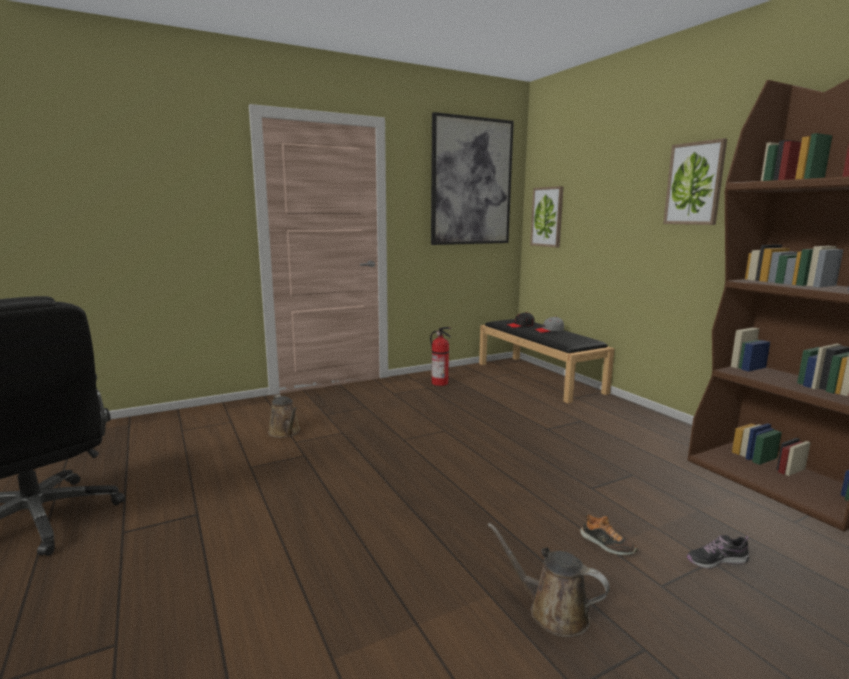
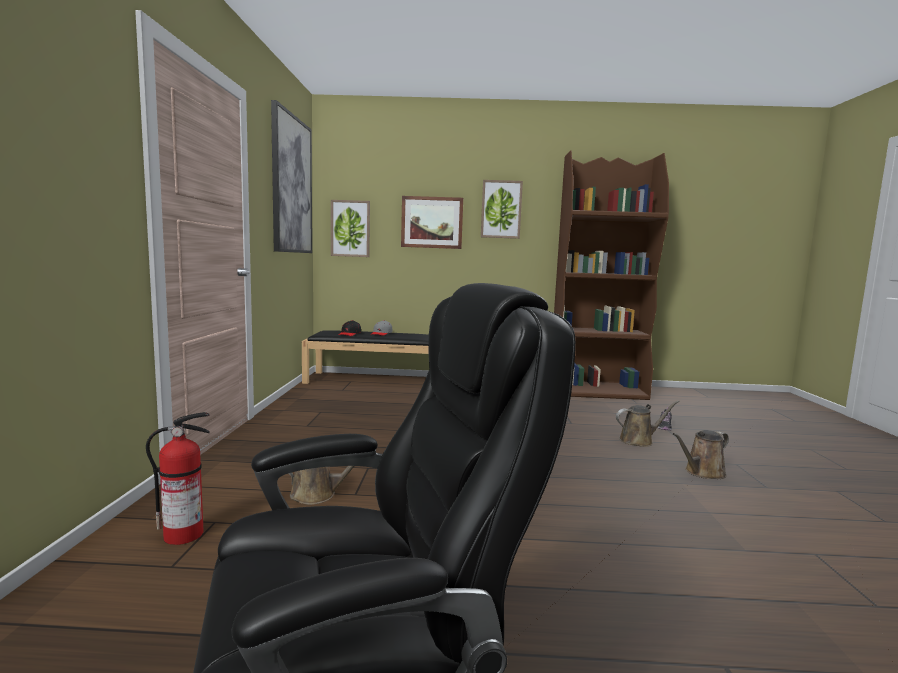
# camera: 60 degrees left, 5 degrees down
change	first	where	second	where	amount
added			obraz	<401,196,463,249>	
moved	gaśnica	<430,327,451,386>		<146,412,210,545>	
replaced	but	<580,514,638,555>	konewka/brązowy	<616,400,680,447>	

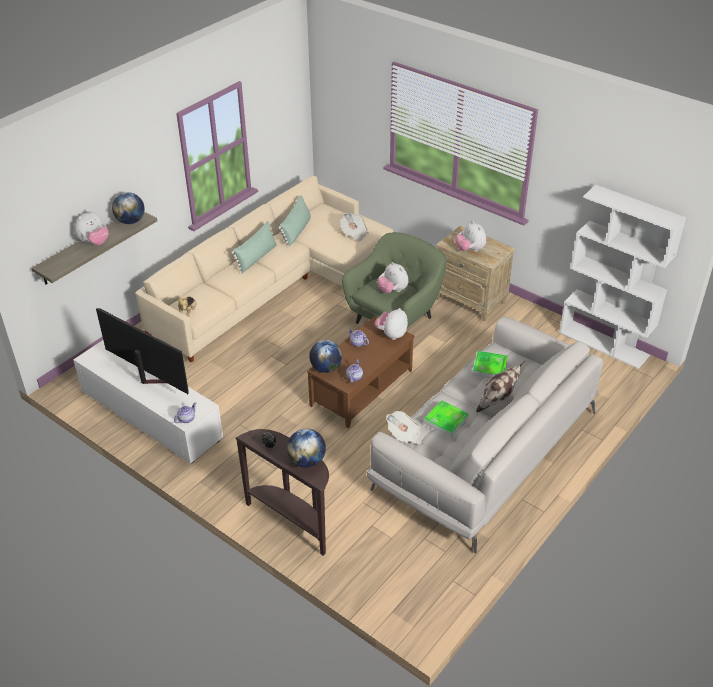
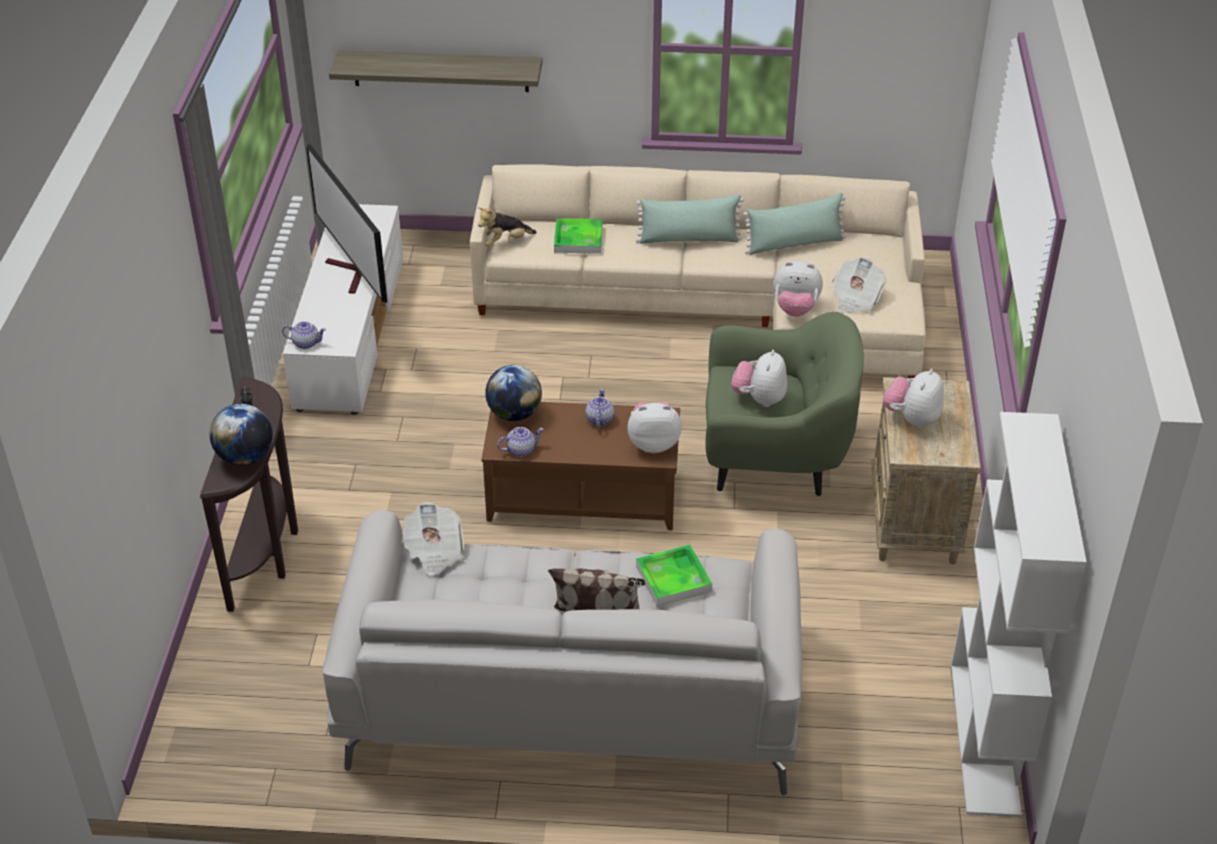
# camera: 55 degrees right, 0 degrees up
change	first	where	second	where	amount
removed	globus	<112,192,144,224>			
moved	pluszak	<74,211,109,245>		<773,261,823,317>	
moved	taca	<424,400,469,437>		<554,218,603,254>	
turned	telewizor	<96,308,189,394>		<307,143,387,303>	150 degrees clockwise

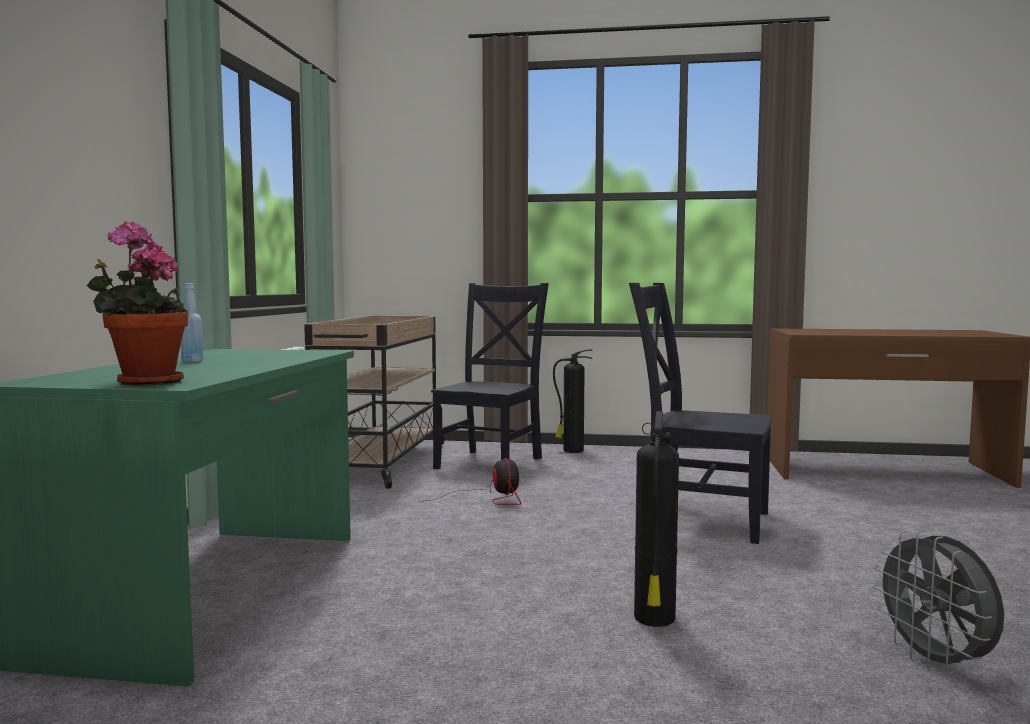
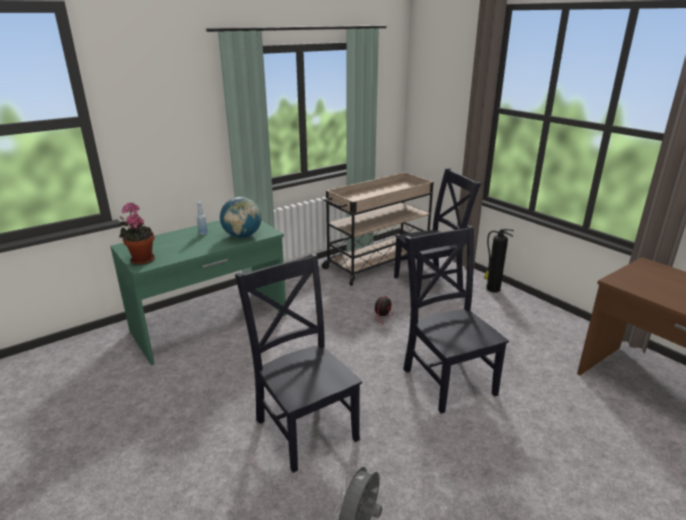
# camera: 45 degrees right, 20 degrees up
change	first	where	second	where	amount
added			globus	<220,197,262,238>	
replaced	gaśnica	<634,411,679,627>	krzesło/czarny	<235,253,362,473>	

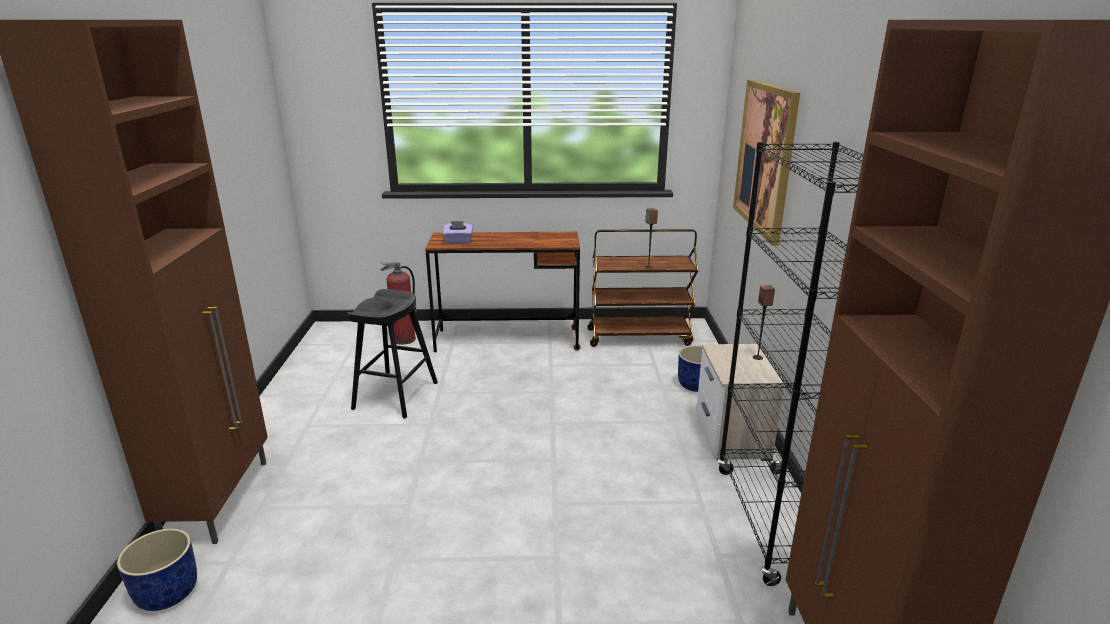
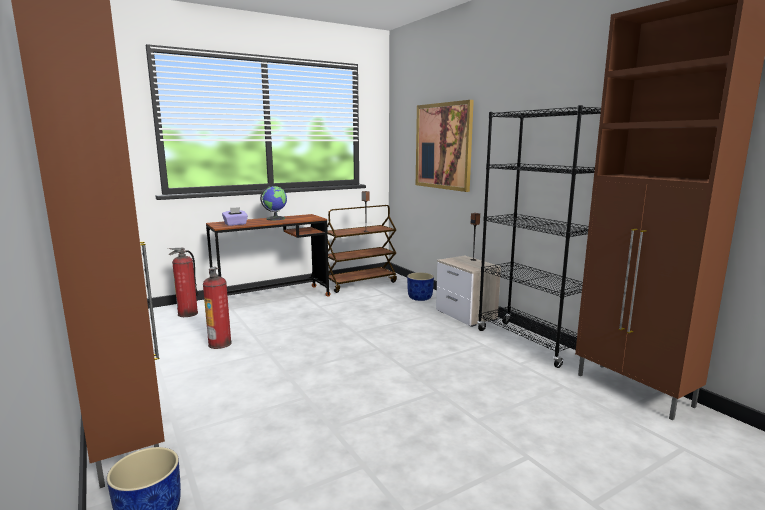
# camera: 30 degrees left, 10 degrees down
change	first	where	second	where	amount
added			globus	<260,186,287,220>	
replaced	stołek/czarny	<347,289,438,419>	gaśnica	<203,267,232,349>	

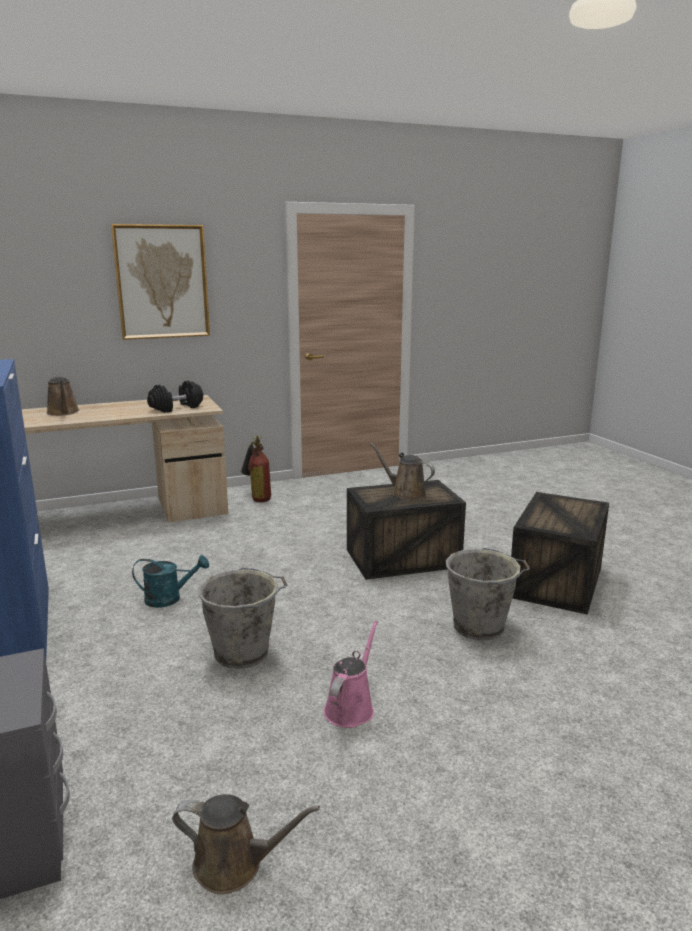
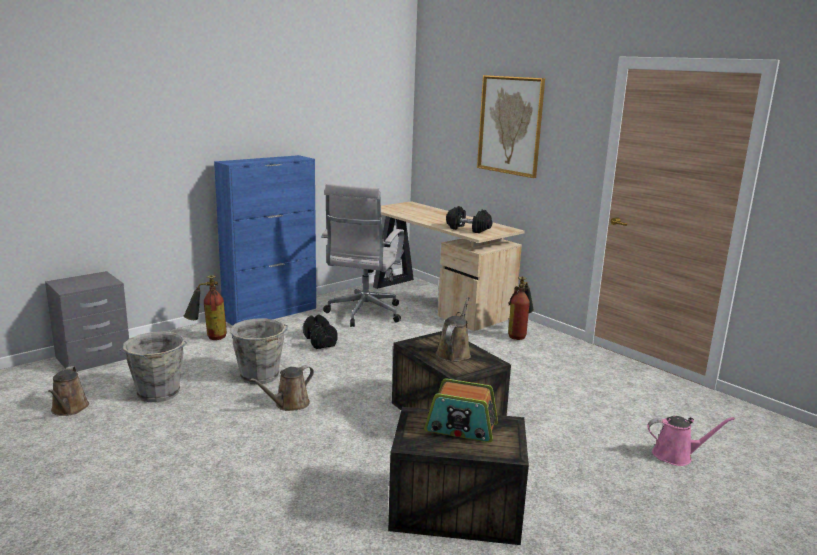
# camera: 70 degrees right, 0 degrees up
change	first	where	second	where	amount
added			gaśnica	<184,275,227,340>	
added			krzesło biurowe/biały	<321,183,404,327>	
added			radio	<424,378,498,442>	
moved	konewka/brązowy	<47,377,79,416>		<250,365,314,411>	
moved	konewka/różowy	<324,621,378,728>		<647,416,735,466>	
moved	wiadro/szary	<446,548,530,640>		<119,332,187,402>	
replaced	konewka/turkusowy	<132,555,209,608>	hantel/czarny	<303,314,338,349>	

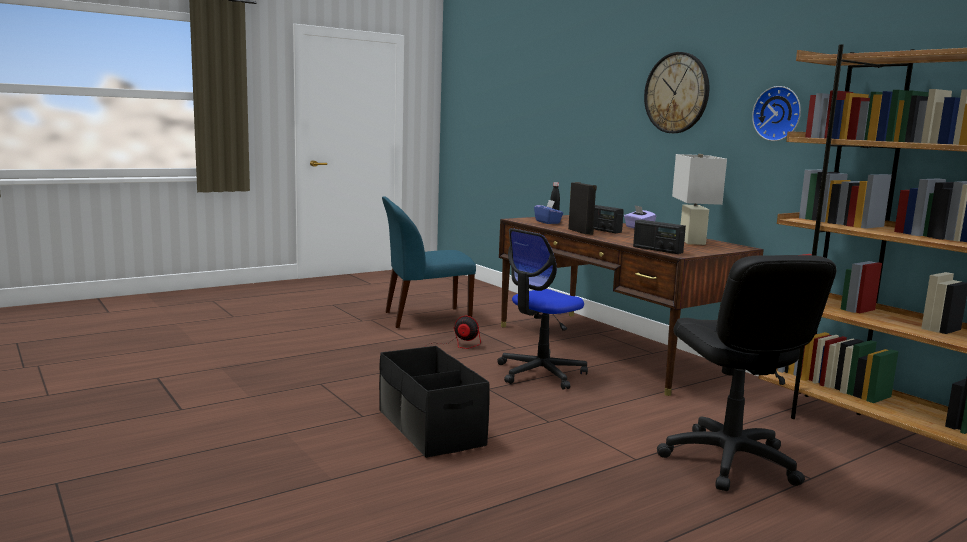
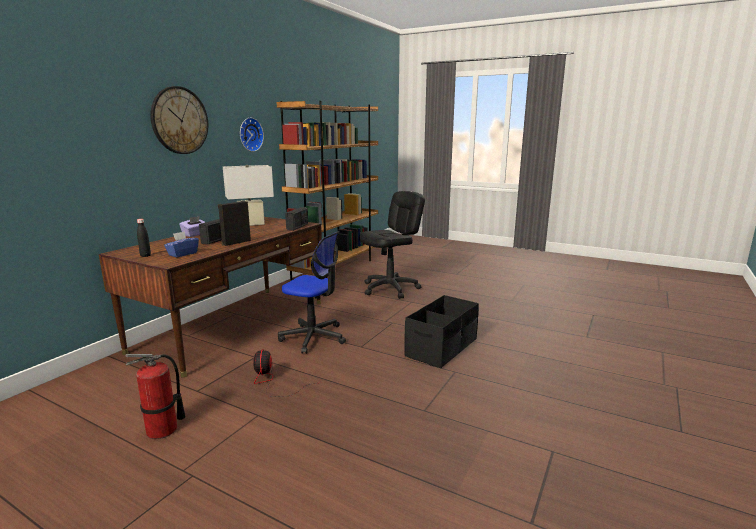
# camera: 115 degrees left, 5 degrees up
change	first	where	second	where	amount
replaced	krzesło/niebieski	<382,196,476,328>	gaśnica	<126,354,186,439>	

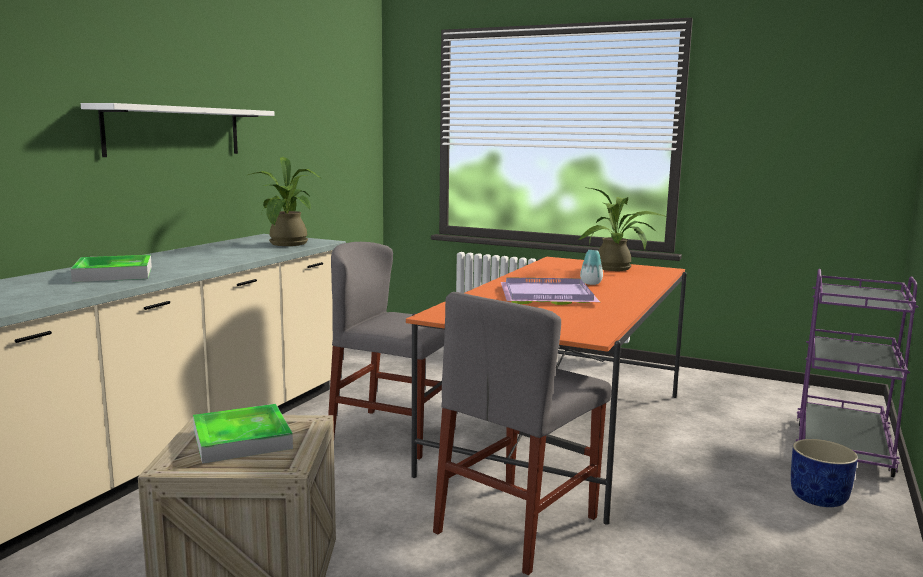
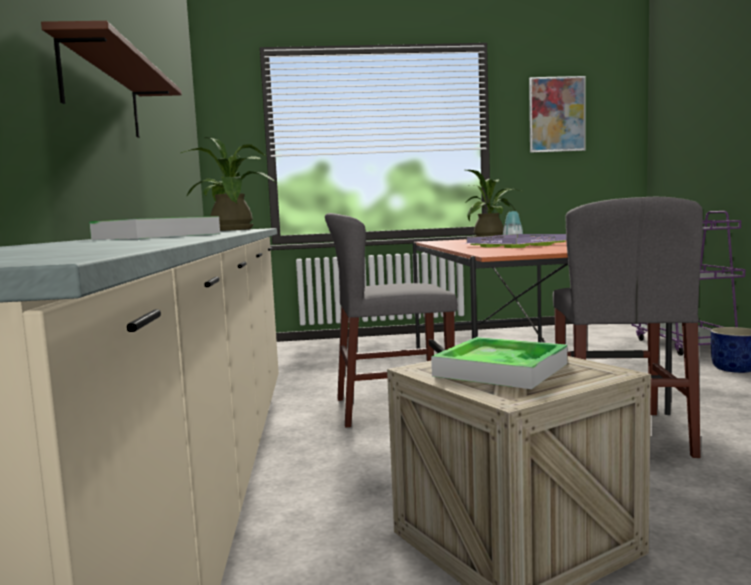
# camera: 30 degrees left, 5 degrees down
change	first	where	second	where	amount
added			obraz	<529,76,586,153>	
recoloured	półka/biały	<81,103,275,157>	półka/brązowy	<41,21,182,138>	

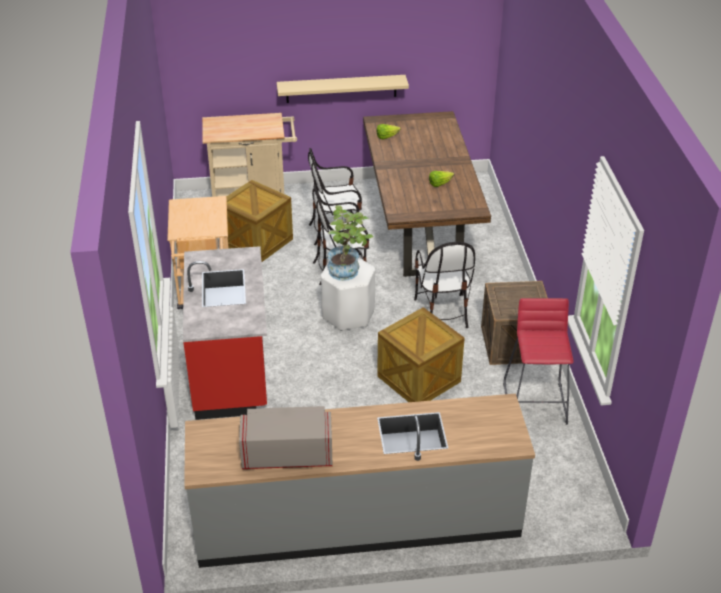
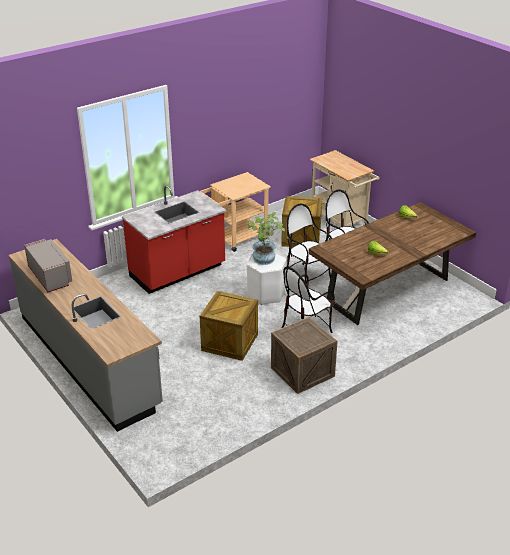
# camera: 60 degrees right, 5 degrees down
change	first	where	second	where	amount
removed	półka/beżowy	<277,75,409,103>			
removed	stołek/czerwony	<503,298,574,425>			

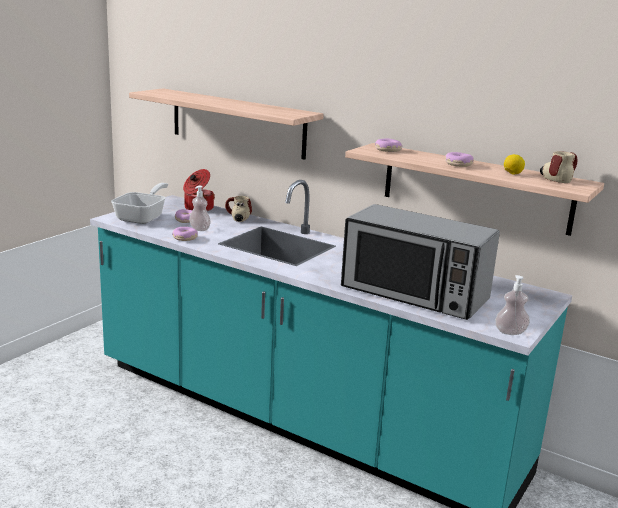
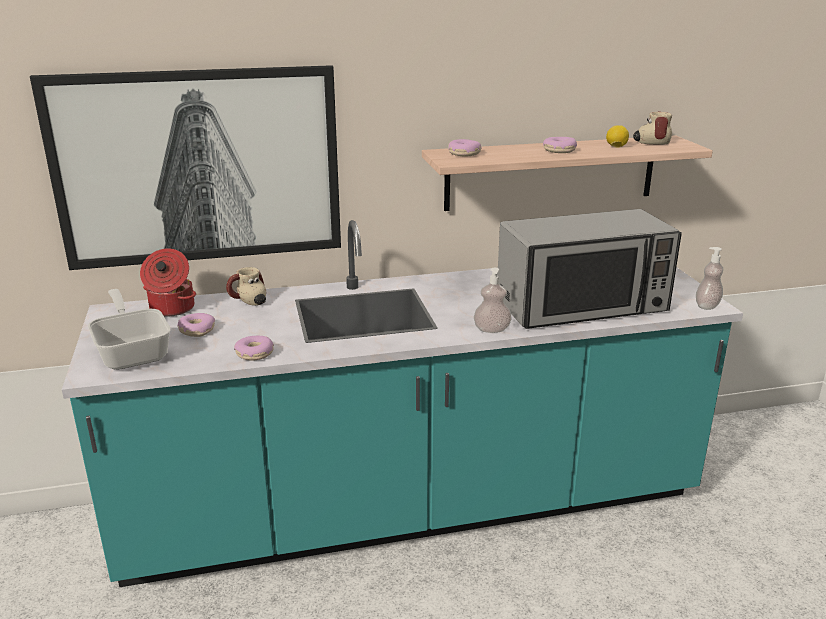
# camera: 45 degrees left, 5 degrees up
change	first	where	second	where	amount
moved	dozownik mydła	<189,186,211,231>		<474,268,512,333>	
replaced	półka	<129,88,324,160>	obraz	<30,65,341,270>	

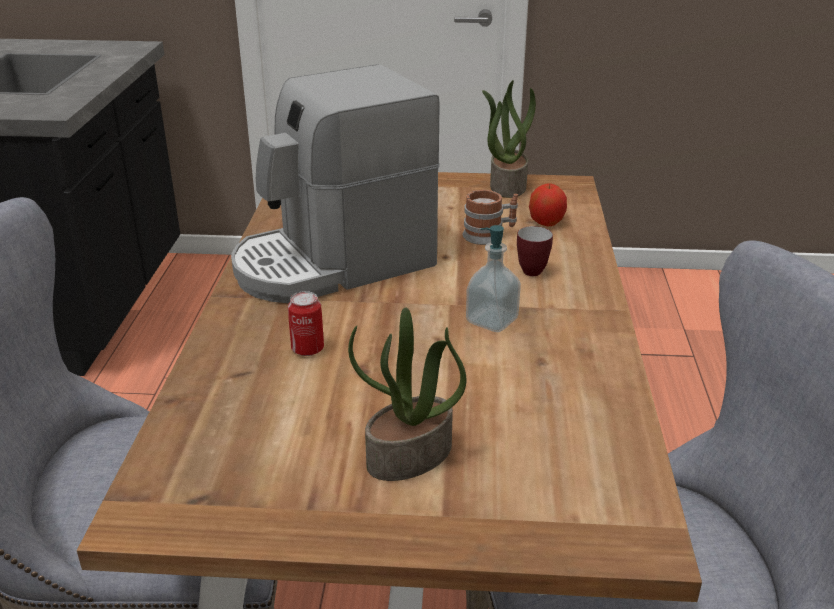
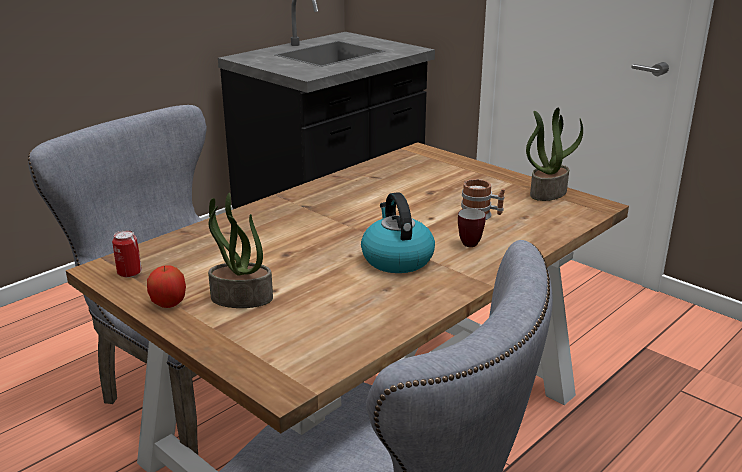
# camera: 40 degrees right, 5 degrees down
change	first	where	second	where	amount
removed	ekspres do kawy	<231,64,440,303>			
moved	puszka	<288,291,324,356>		<112,230,142,278>	
moved	jabłko	<529,183,567,226>		<147,265,186,308>	
replaced	dozownik mydła	<466,225,521,332>	czajnik	<361,192,435,273>	

